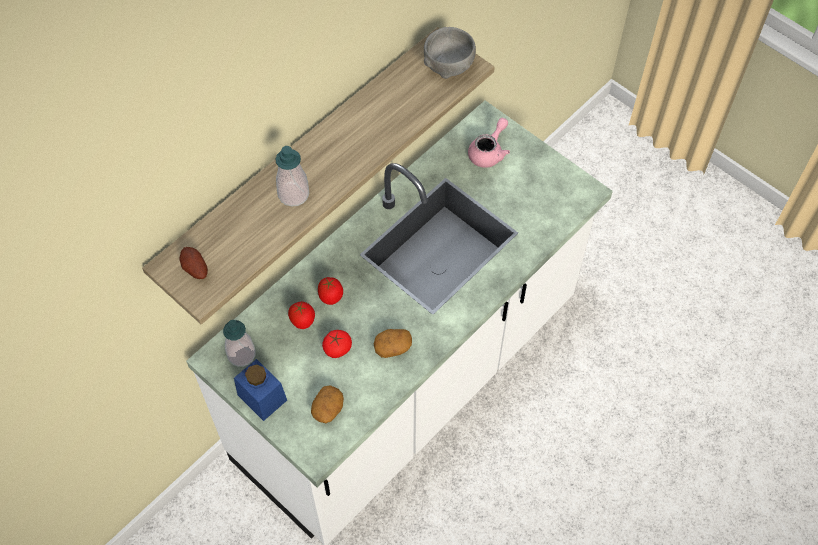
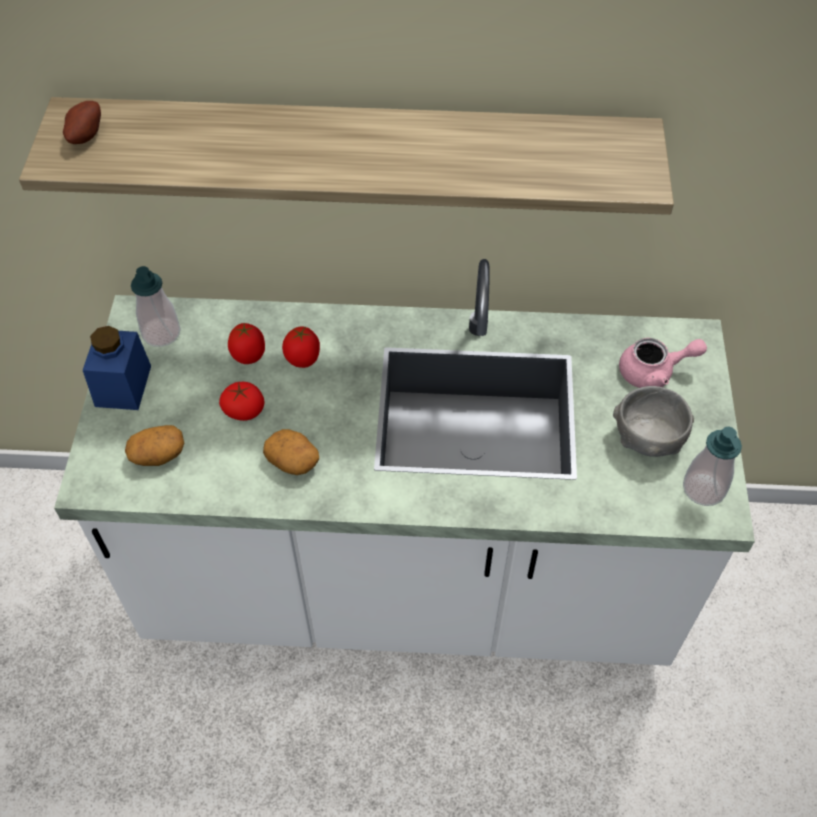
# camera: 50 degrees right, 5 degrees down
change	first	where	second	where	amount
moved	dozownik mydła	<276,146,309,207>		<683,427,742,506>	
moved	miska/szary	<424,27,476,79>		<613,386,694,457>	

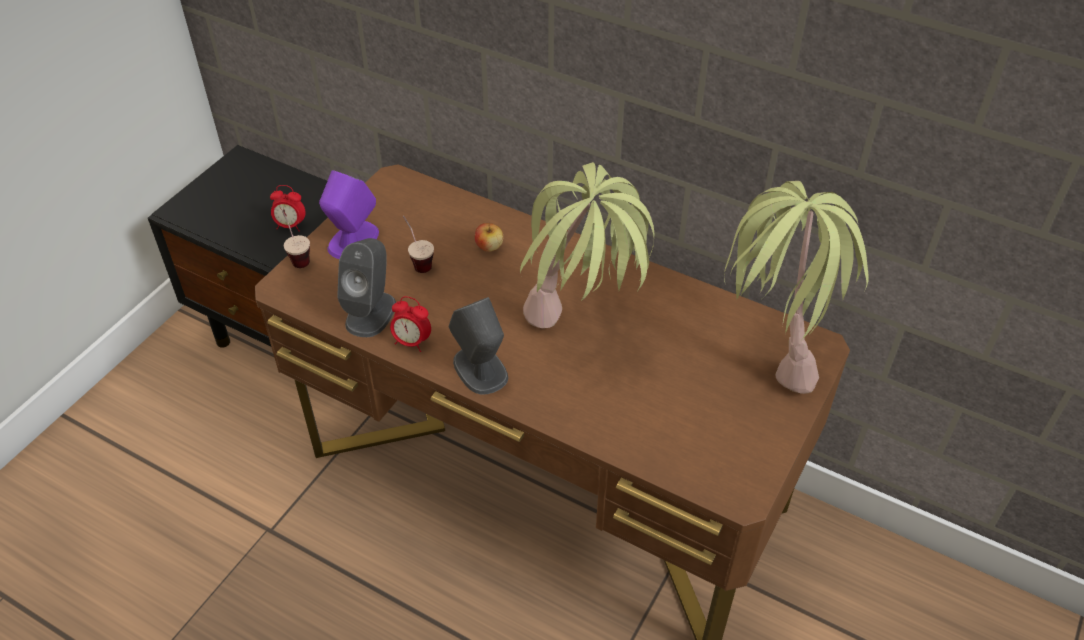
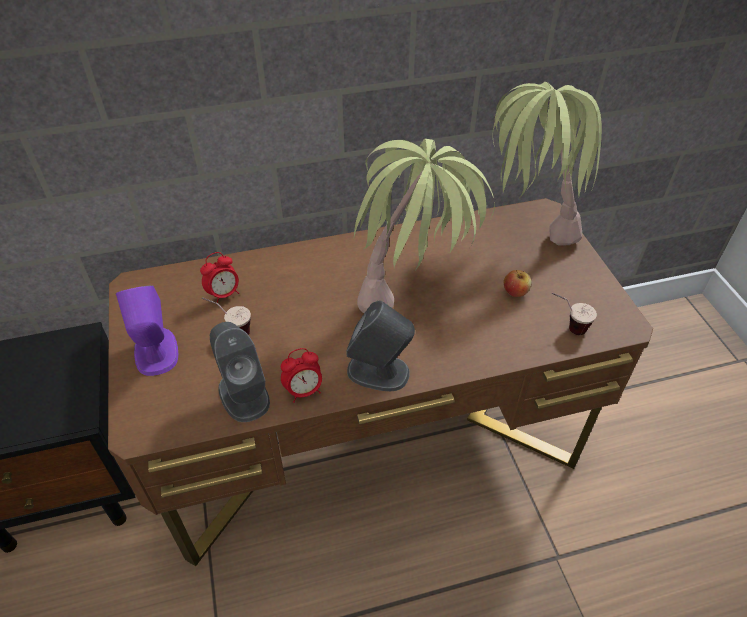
# camera: 45 degrees left, 0 degrees up
change	first	where	second	where	amount
moved	budzik	<270,185,305,232>		<200,252,239,303>	
moved	filiżanka	<282,210,310,268>		<552,292,597,335>	
moved	jabłko	<475,223,503,252>		<504,270,532,297>	

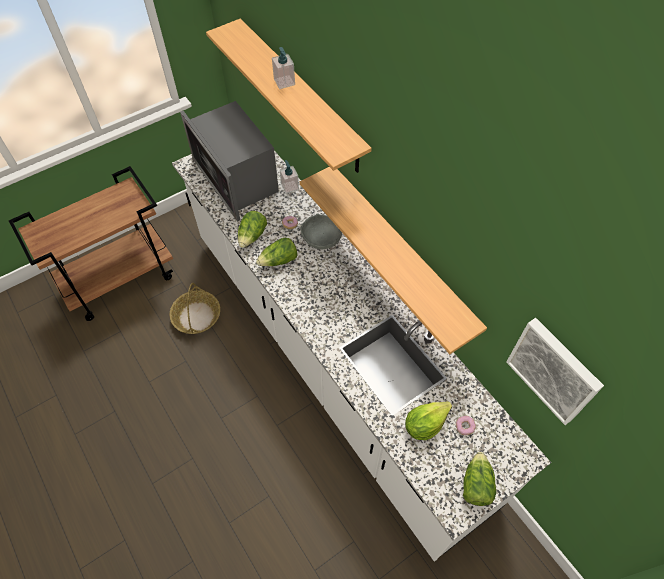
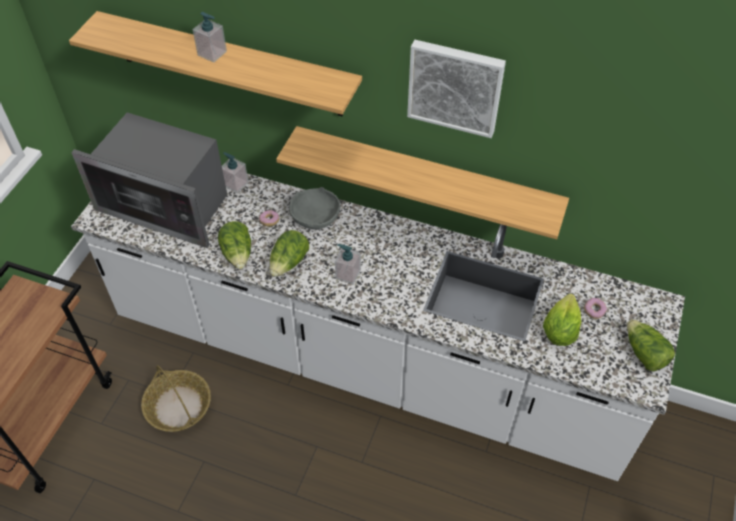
# camera: 35 degrees left, 5 degrees down
change	first	where	second	where	amount
added			dozownik mydła	<335,244,361,284>	
moved	obraz	<506,318,604,425>		<407,40,506,138>	

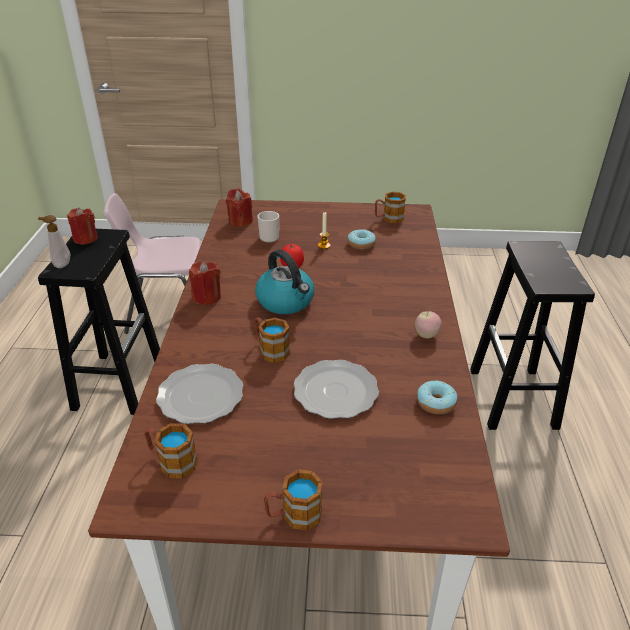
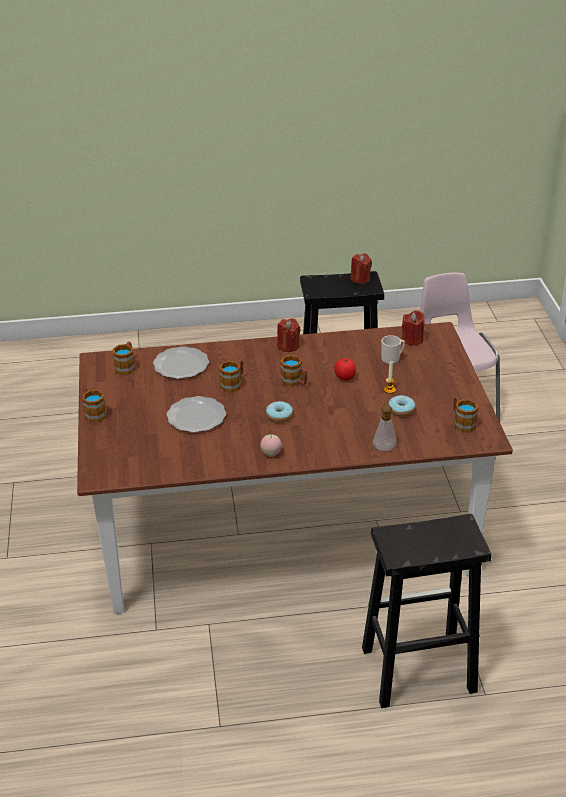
# camera: 80 degrees right, 0 degrees up
change	first	where	second	where	amount
moved	dozownik mydła	<38,215,70,268>		<373,402,397,451>	
moved	donut	<417,380,457,415>		<266,401,293,423>	
replaced	czajnik	<255,250,314,314>	kubek	<280,355,307,387>	

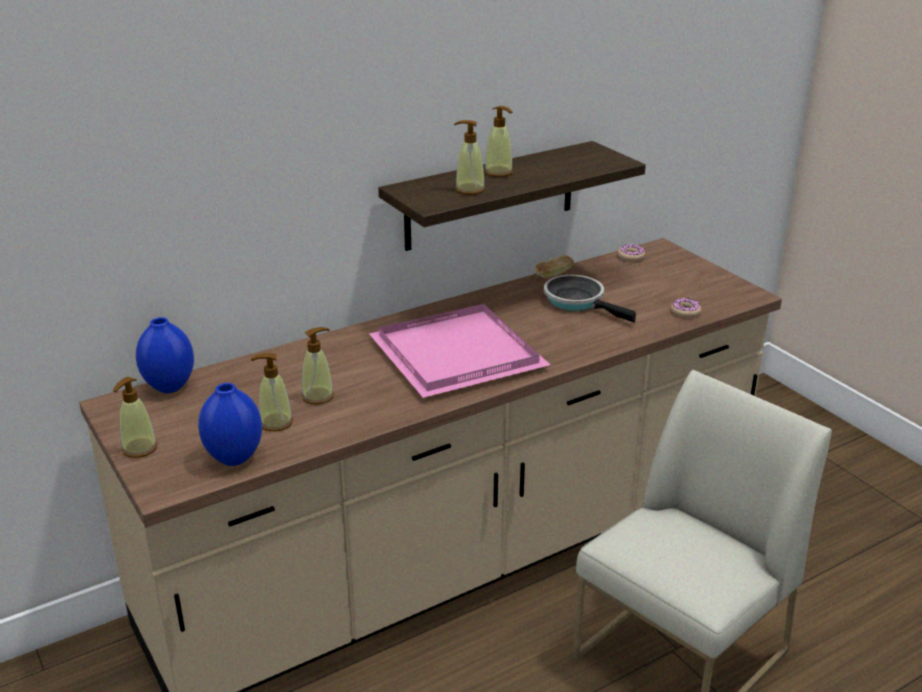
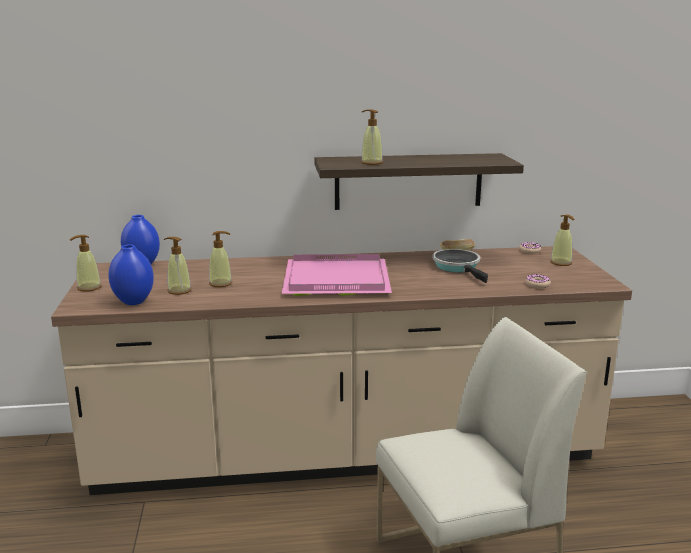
# camera: 25 degrees right, 10 degrees down
change	first	where	second	where	amount
moved	dozownik mydła	<484,106,513,177>		<550,215,575,266>	

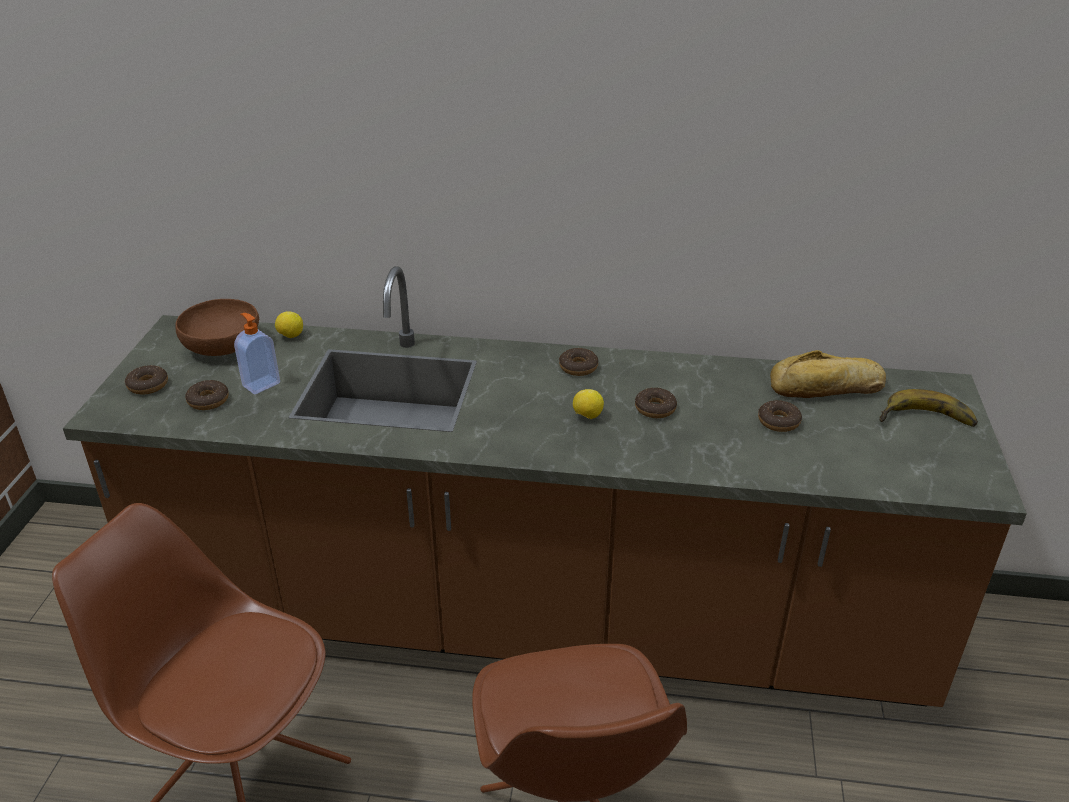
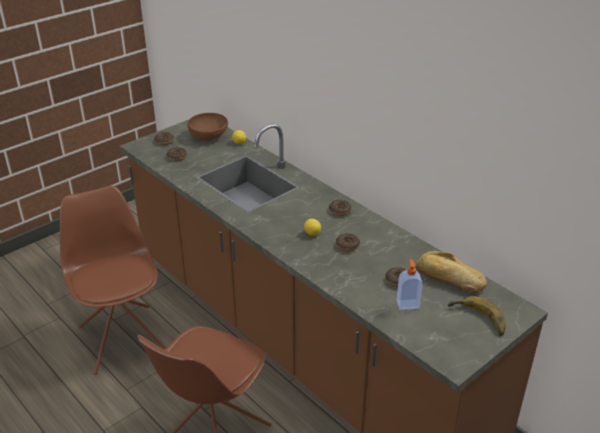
# camera: 40 degrees right, 0 degrees up
change	first	where	second	where	amount
moved	dozownik mydła	<234,313,280,394>		<397,259,423,310>	

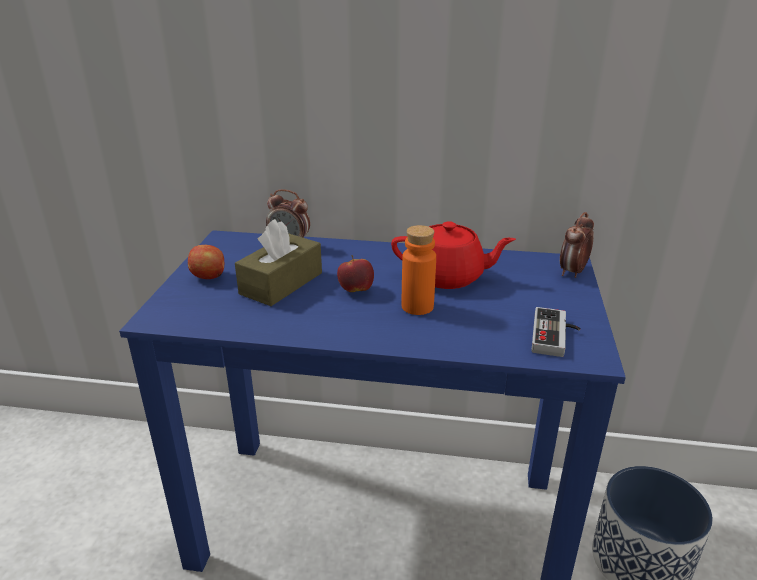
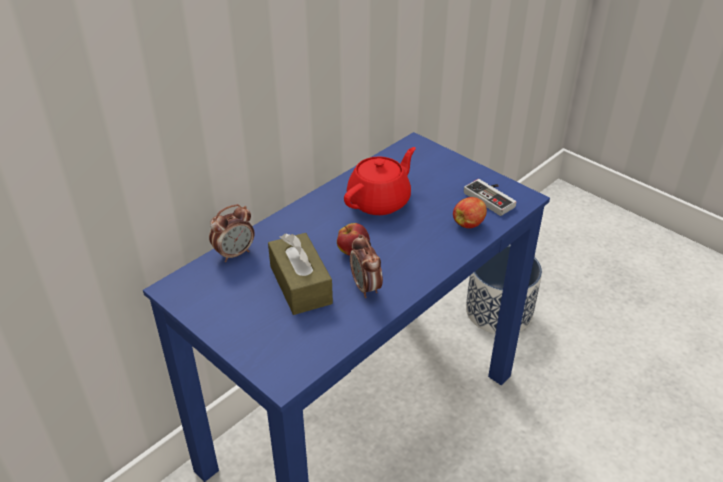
# camera: 55 degrees left, 10 degrees up
change	first	where	second	where	amount
removed	butelka/pomarańczowy	<401,225,436,315>			
moved	jabłko	<188,245,224,279>		<453,197,487,228>	
moved	budzik	<560,212,594,278>		<350,234,383,298>	

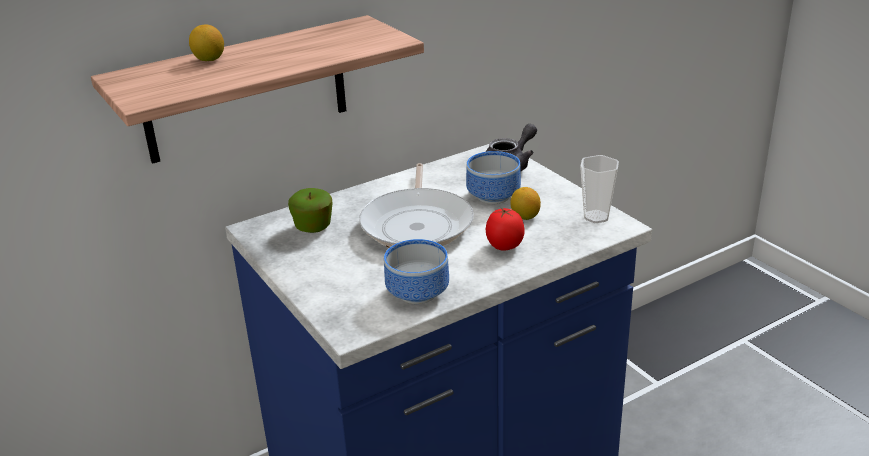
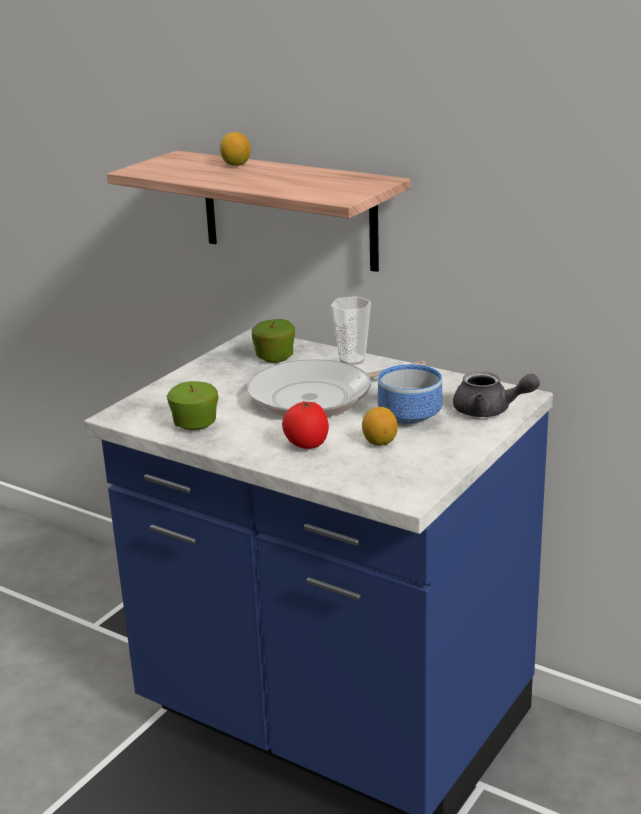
# camera: 65 degrees right, 5 degrees down
change	first	where	second	where	amount
moved	filiżanka	<580,155,619,223>		<331,296,371,365>	
replaced	miska	<384,239,449,304>	jabłko	<167,381,218,430>	

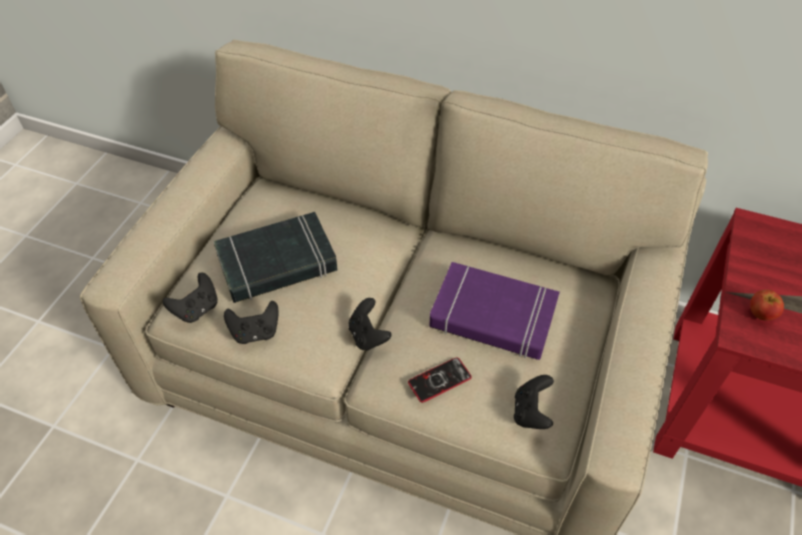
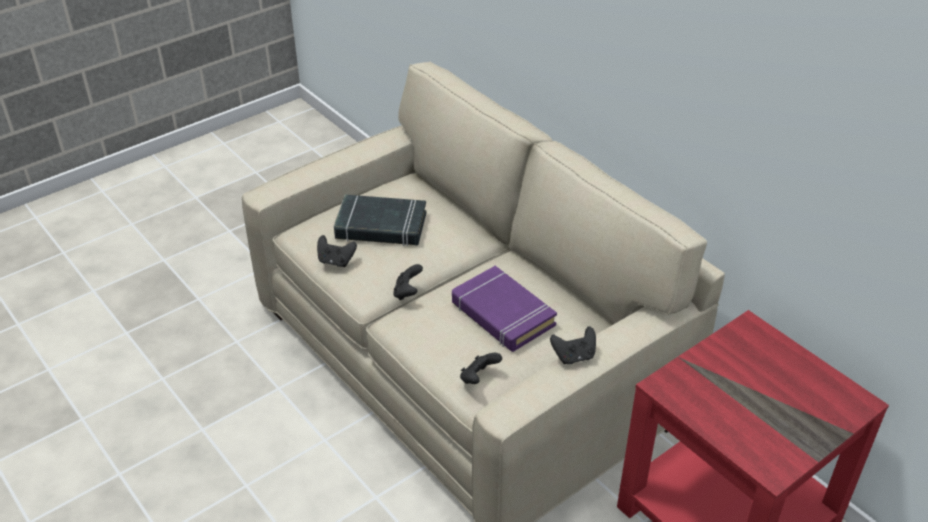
# camera: 30 degrees right, 10 degrees down
change	first	where	second	where	amount
removed	telefon	<408,357,472,403>			
removed	jabłko	<750,290,784,321>			
moved	pad do gier/czarny	<163,273,218,323>		<550,326,596,364>	

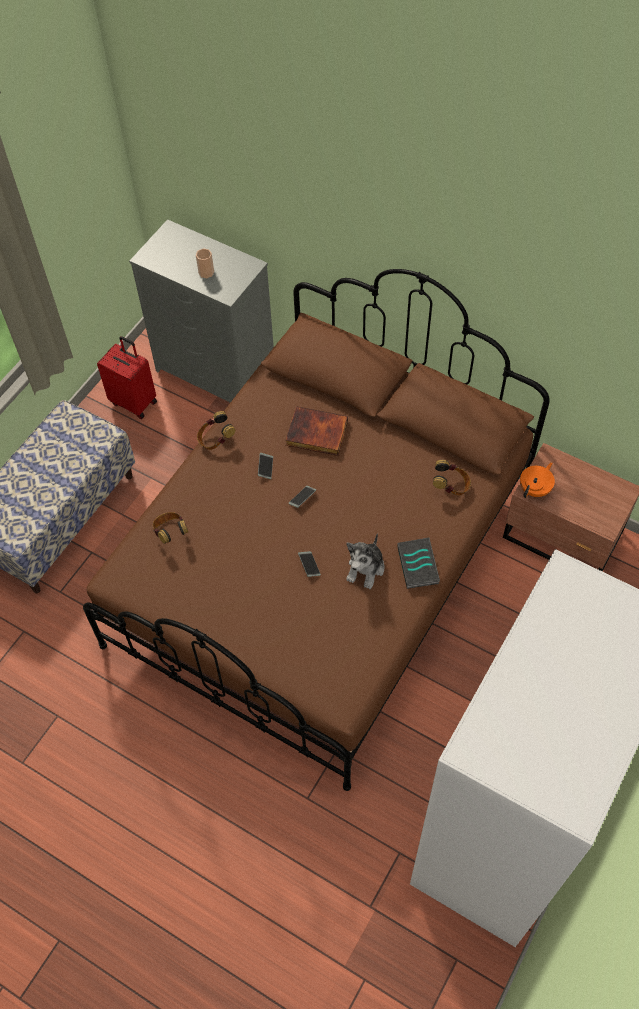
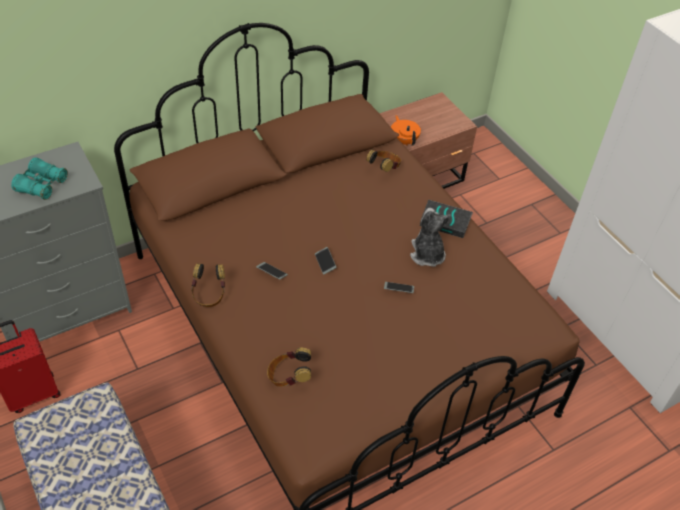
# camera: 65 degrees left, 10 degrees down
change	first	where	second	where	amount
removed	książka	<286,406,348,456>			
replaced	filiżanka	<196,248,214,278>	lornetka/turkusowy	<11,158,68,200>	
turned	pluszak	<346,533,384,589>		<410,208,451,267>	150 degrees counterclockwise

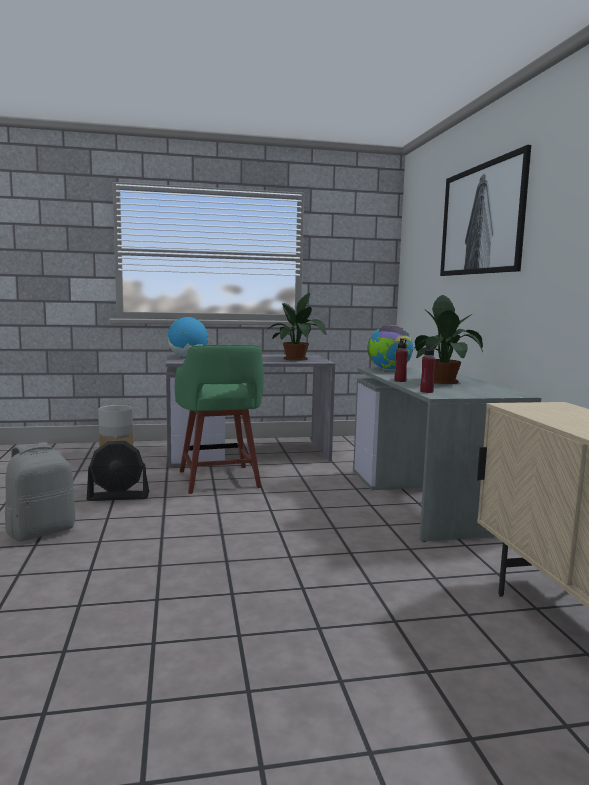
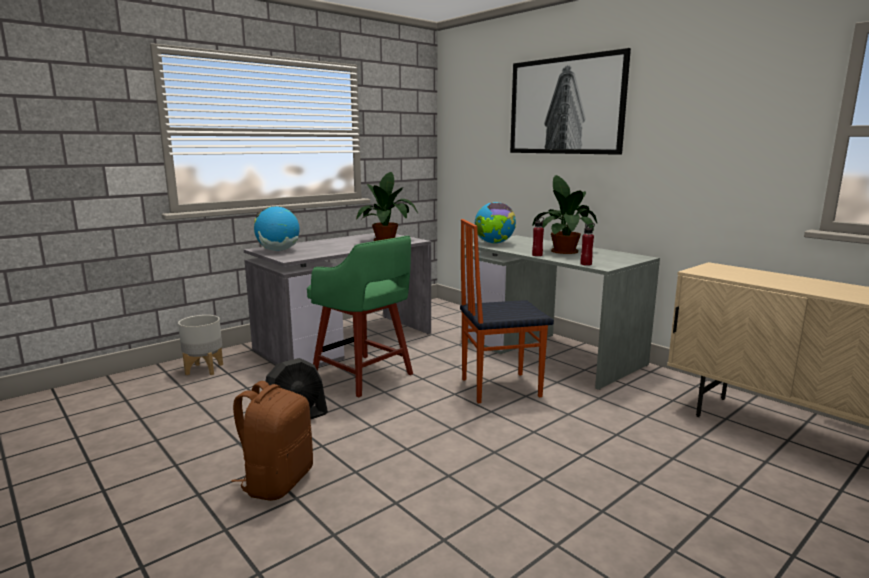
# camera: 30 degrees left, 5 degrees up
change	first	where	second	where	amount
added			krzesło	<460,219,554,403>	
recoloured	plecak/szary	<5,442,76,541>	plecak/brązowy	<231,381,313,501>	

